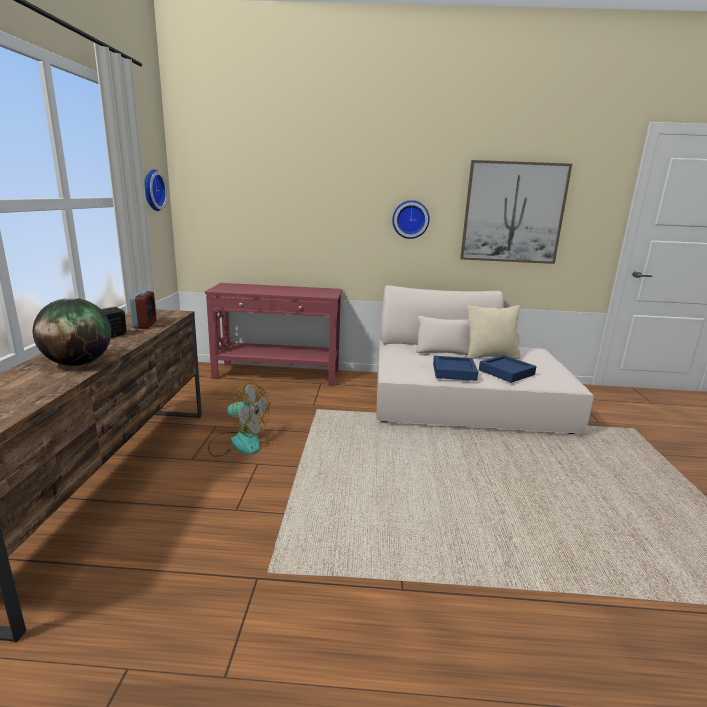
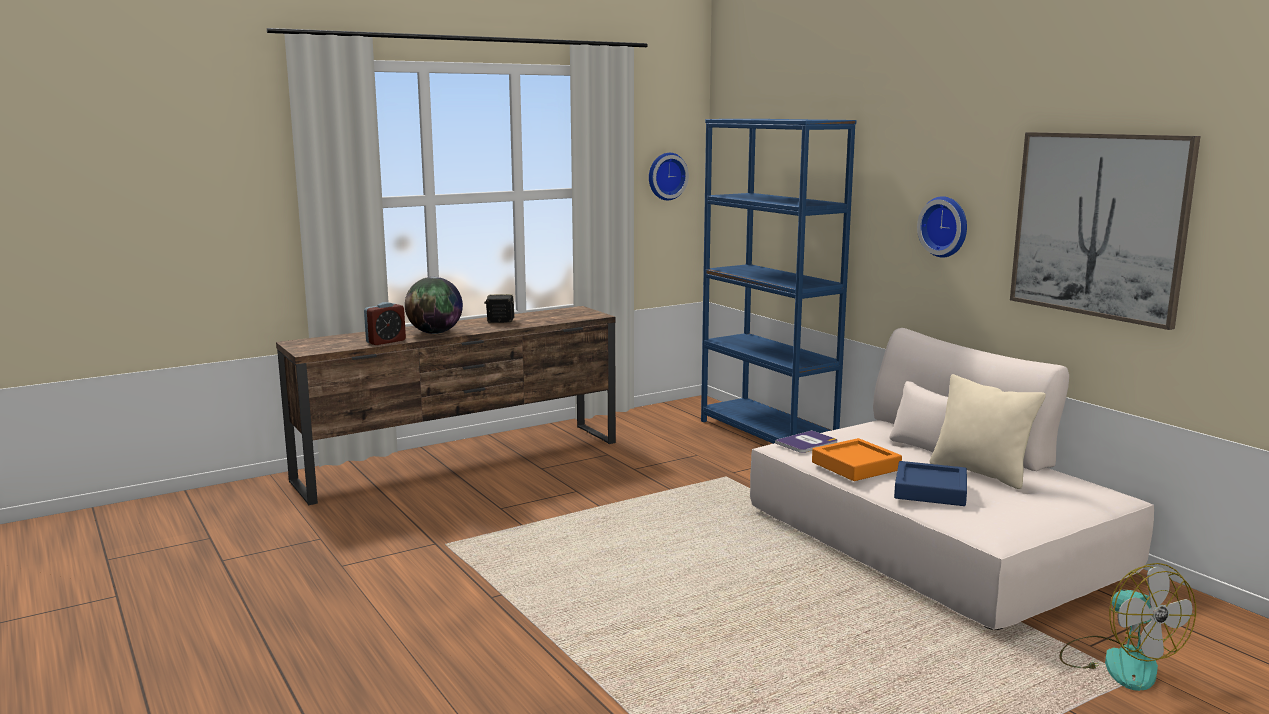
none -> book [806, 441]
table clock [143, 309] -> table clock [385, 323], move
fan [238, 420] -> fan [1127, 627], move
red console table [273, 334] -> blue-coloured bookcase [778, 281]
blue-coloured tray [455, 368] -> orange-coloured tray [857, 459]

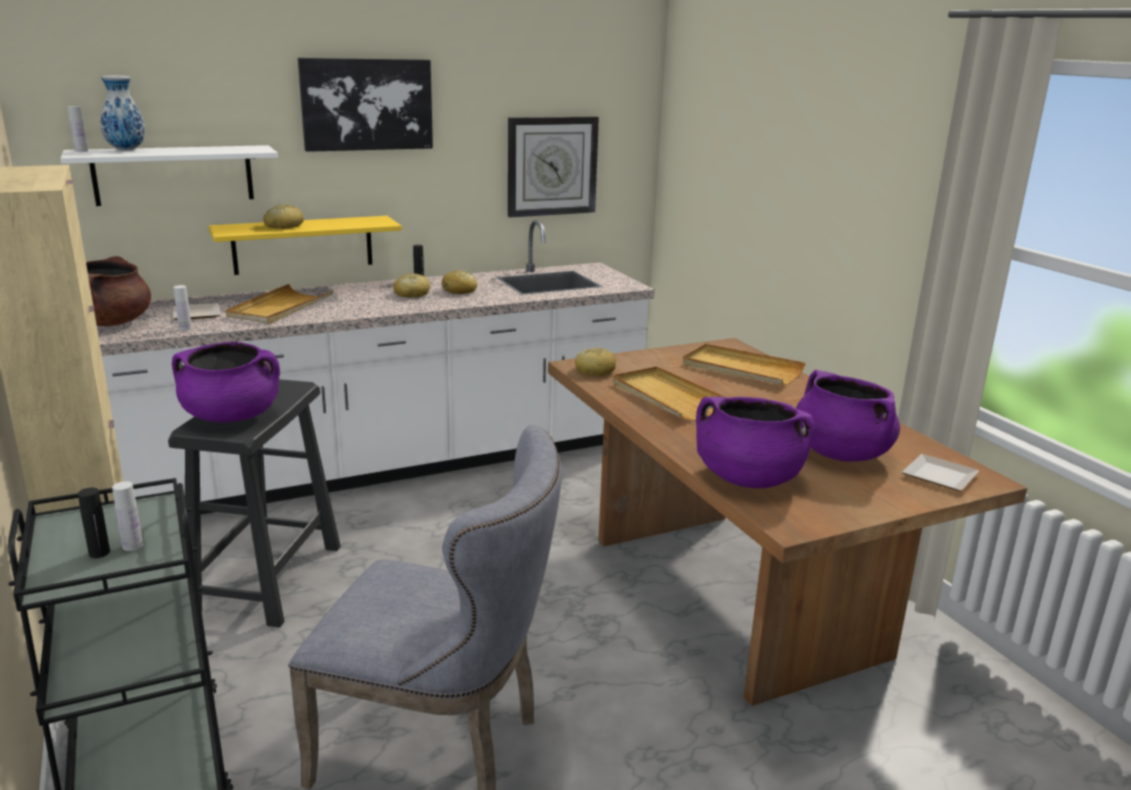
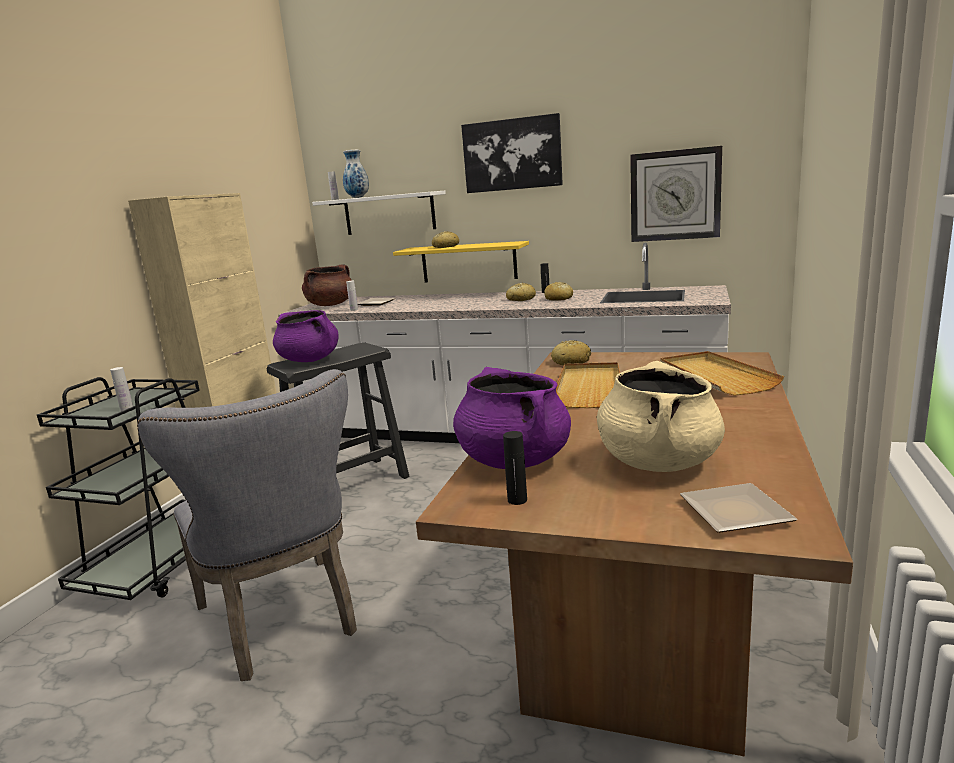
beige tray [280, 304] -> none
black drink bottle [94, 523] -> black drink bottle [515, 468], move
purple-coloured stockpot [848, 416] -> beige stockpot [661, 416]

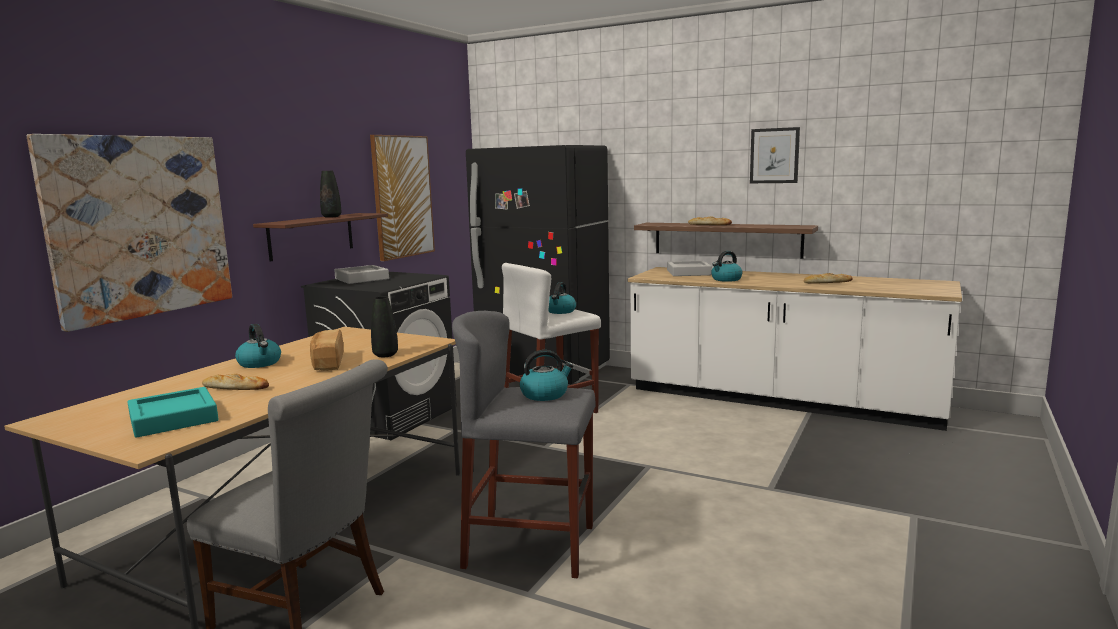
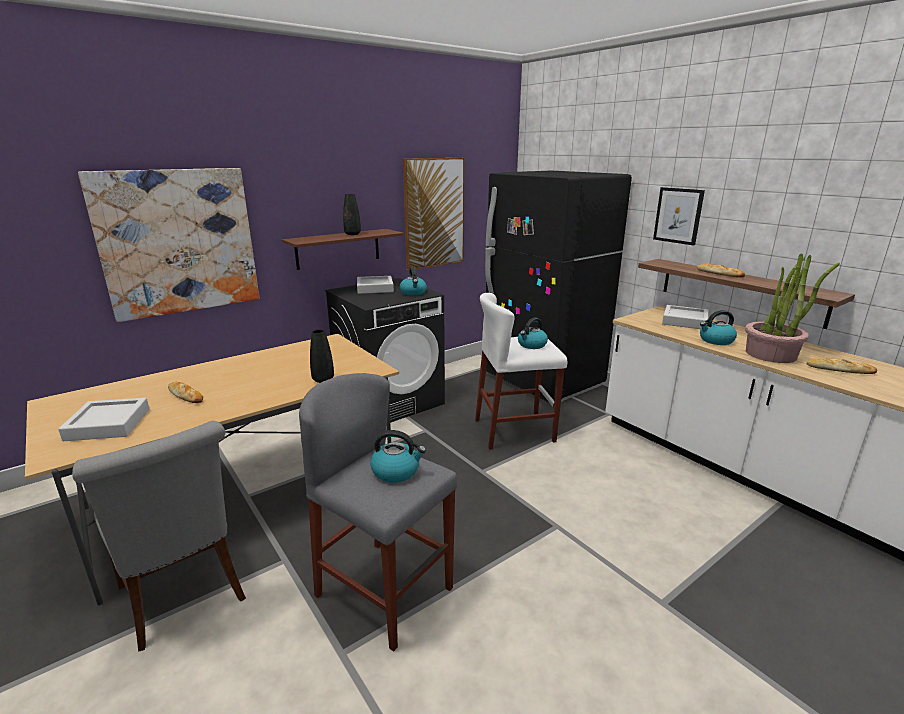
baked bread [326, 350] -> none
none -> plant in a pot [792, 308]
kettle [258, 346] -> kettle [413, 281], move
wall art [775, 155] -> wall art [679, 216], move
turquoise tray [172, 412] -> greyish tray [103, 419]

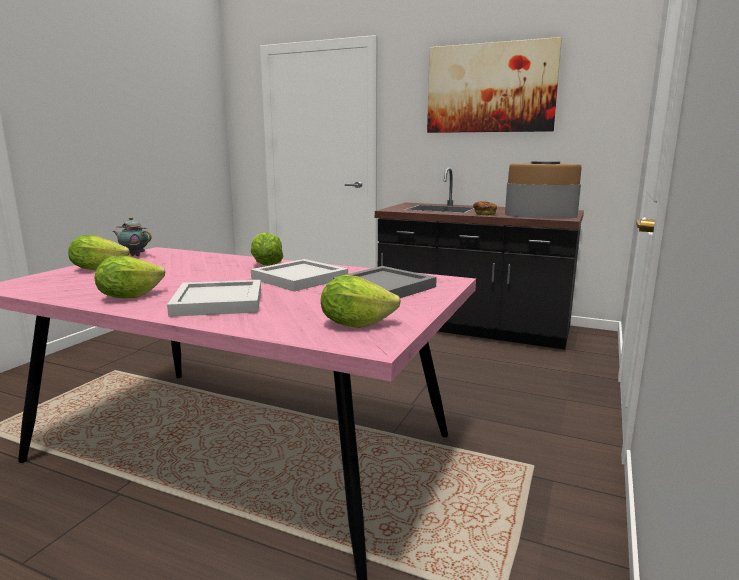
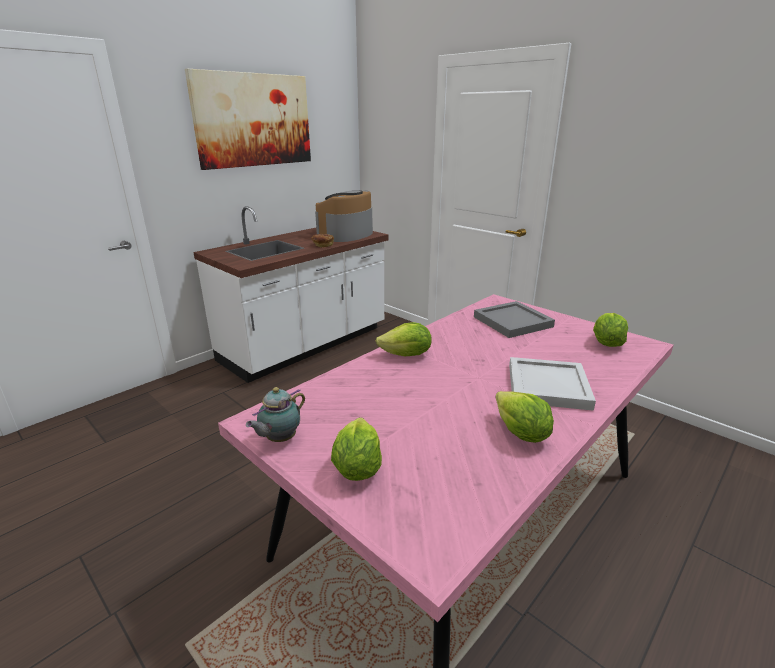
white tray [299, 275] -> none
black kitchen counter [479, 258] -> white kitchen counter [290, 294]

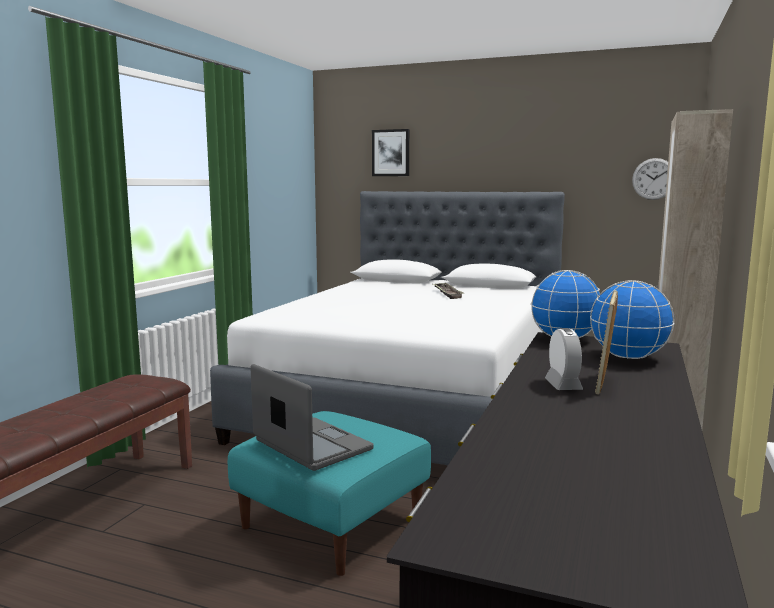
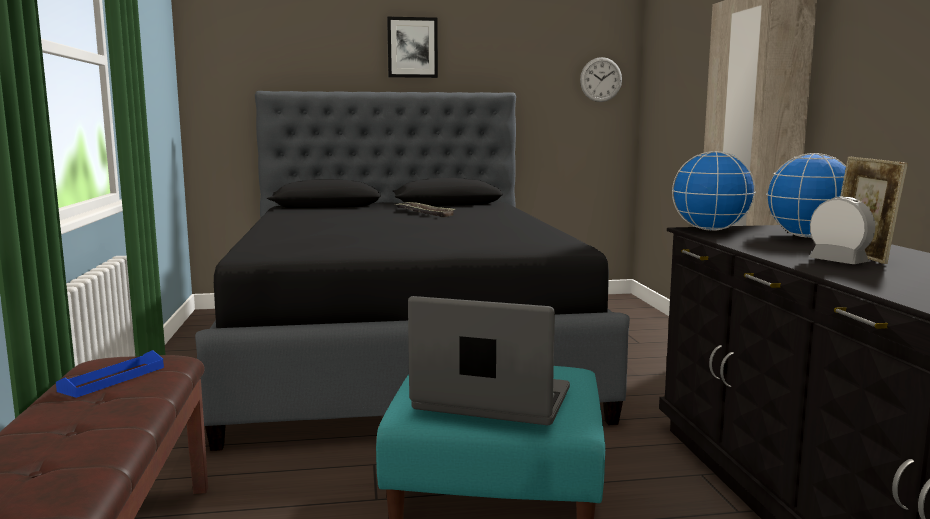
none -> blue-coloured tray [110, 374]
wall art [390, 152] -> wall art [412, 47], move
white bed [387, 328] -> black bed [412, 271]

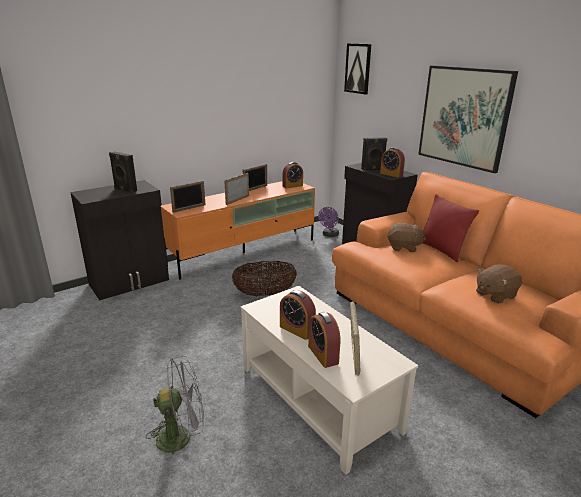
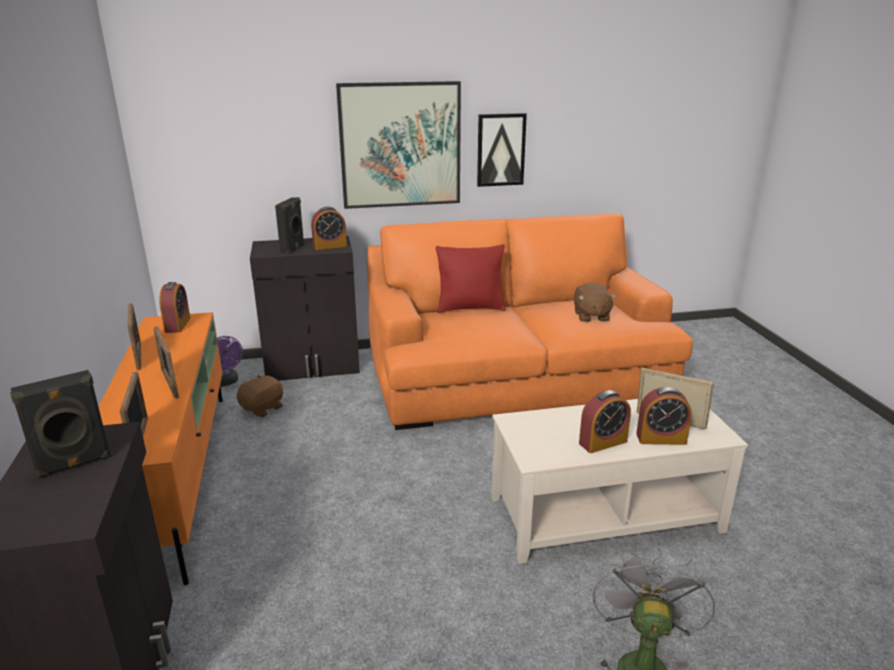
household basket [264, 278] -> none
wall art [357, 69] -> wall art [502, 150], move
brown plush toy [406, 237] -> brown plush toy [260, 396], move

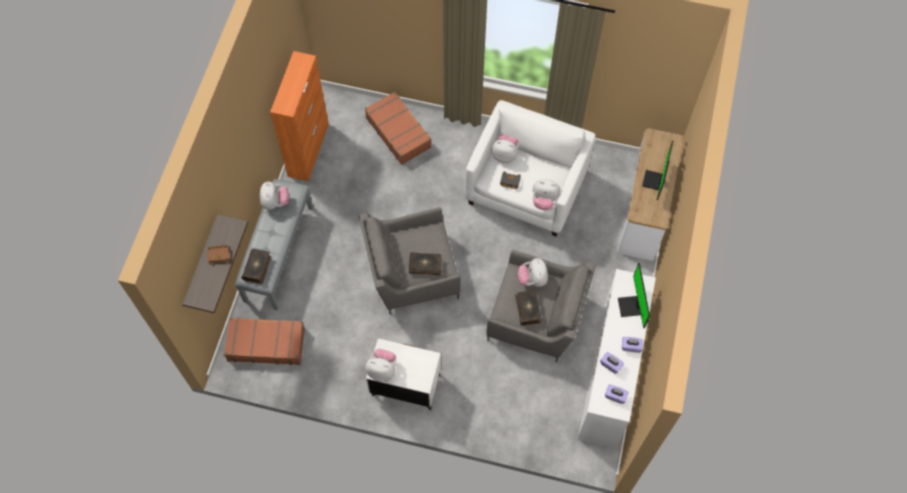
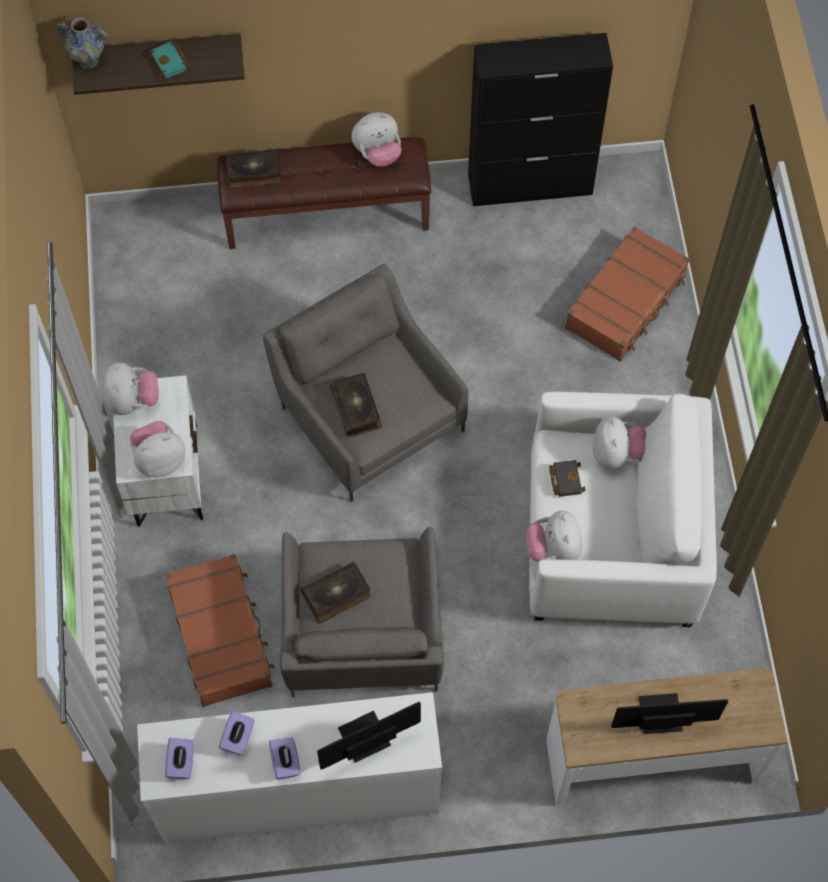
none -> decorative vase [83, 42]
brown suitcase [264, 341] -> brown suitcase [220, 630], move
plush toy [533, 272] -> plush toy [157, 449], move
brown book [218, 255] -> turquoise book [169, 60]
greyish indoor bench [274, 244] -> brown indoor bench [324, 193]
orange-coloured storage cabinet [299, 116] -> black storage cabinet [540, 119]

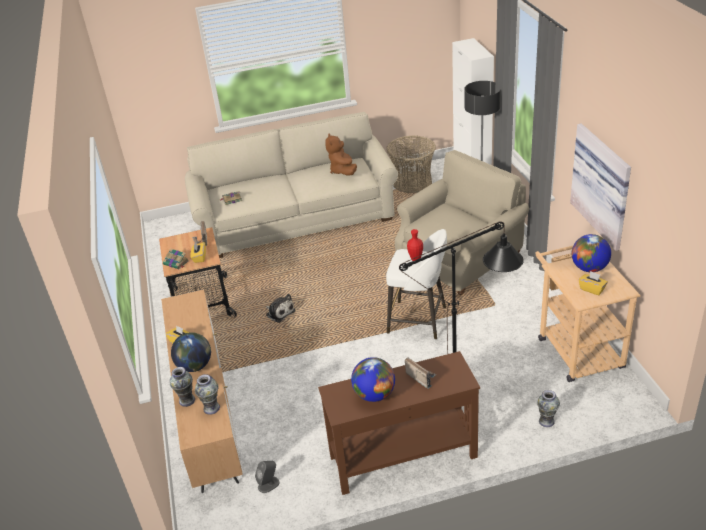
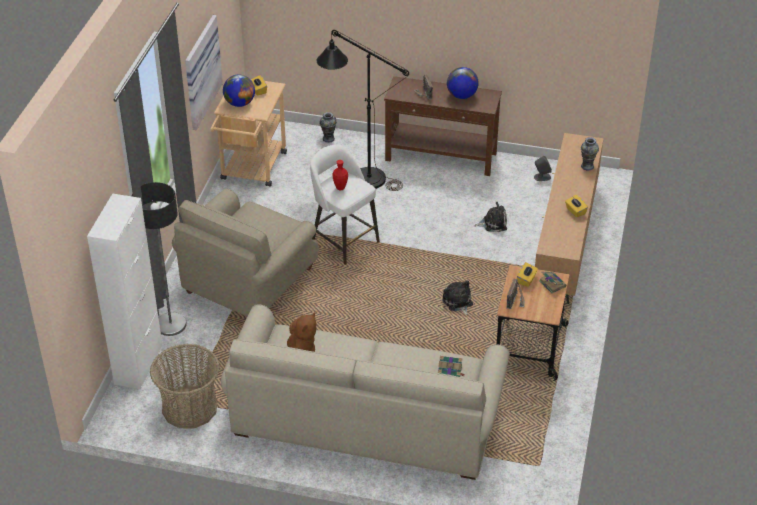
globe [191, 352] -> none
decorative vase [207, 394] -> none
none -> plush toy [490, 217]
beige armchair [462, 222] -> beige armchair [245, 252], 45 degrees counterclockwise

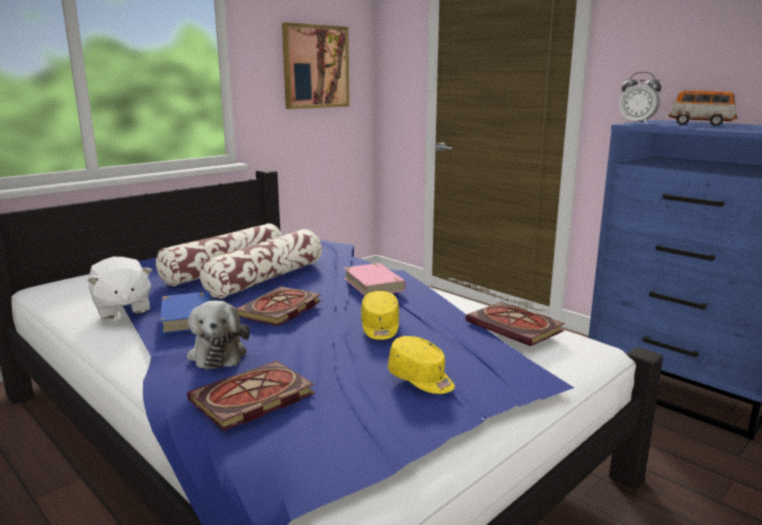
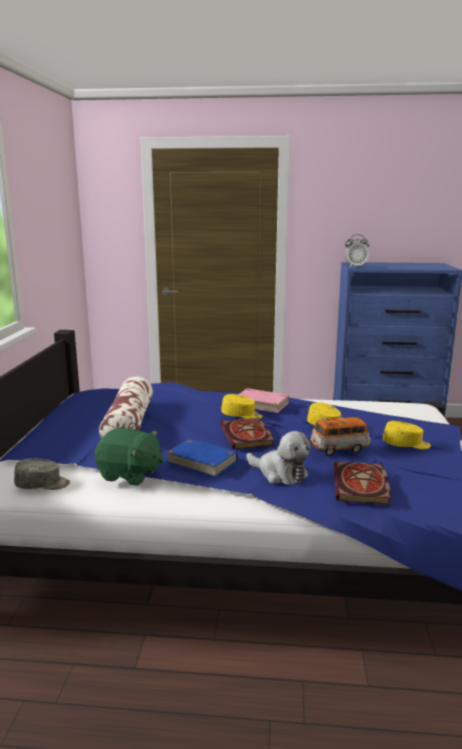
pillow [261, 264] -> none
wall art [316, 65] -> none
book [515, 324] -> none
none -> greyish baseball cap [42, 474]
none -> yellowish baseball cap [241, 406]
toy car [703, 107] -> toy car [340, 436], move
white plush toy [120, 288] -> greenish plush toy [129, 457]

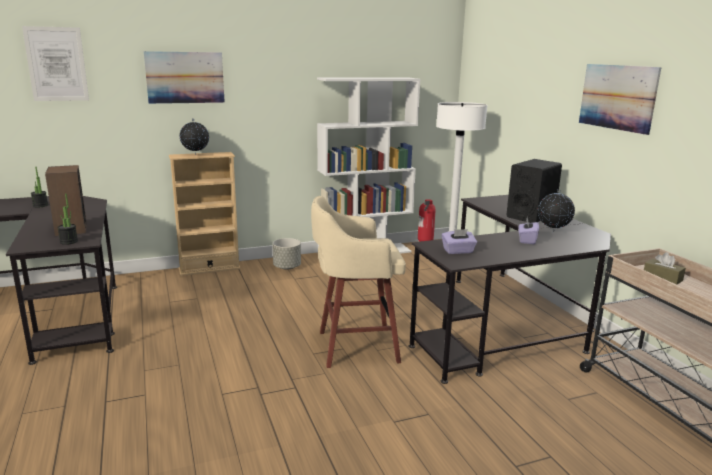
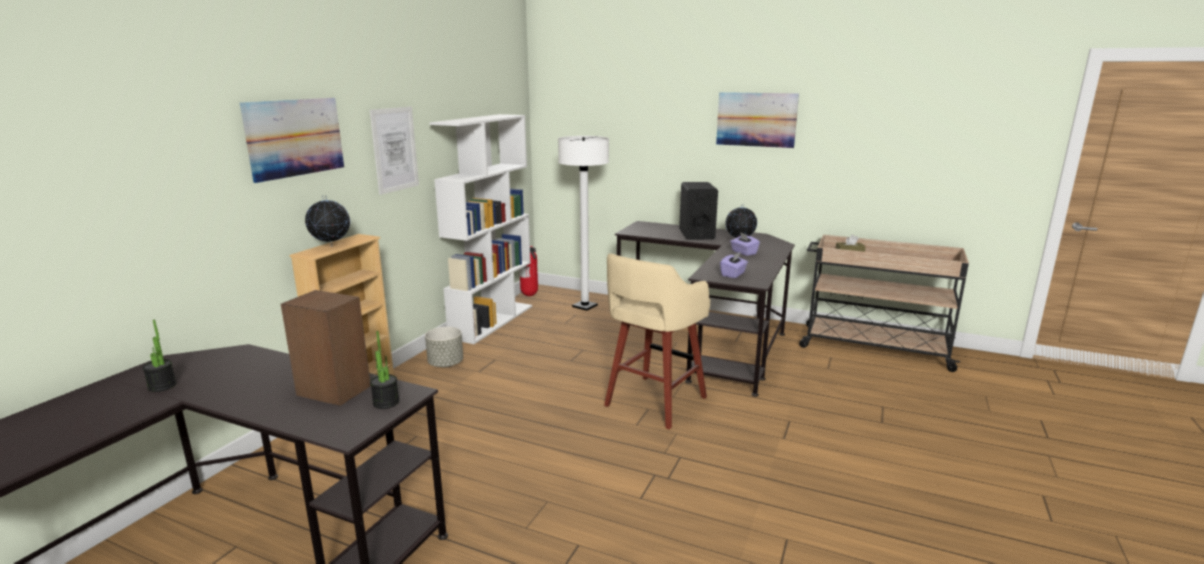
wall art [55, 63] -> wall art [394, 151], move

